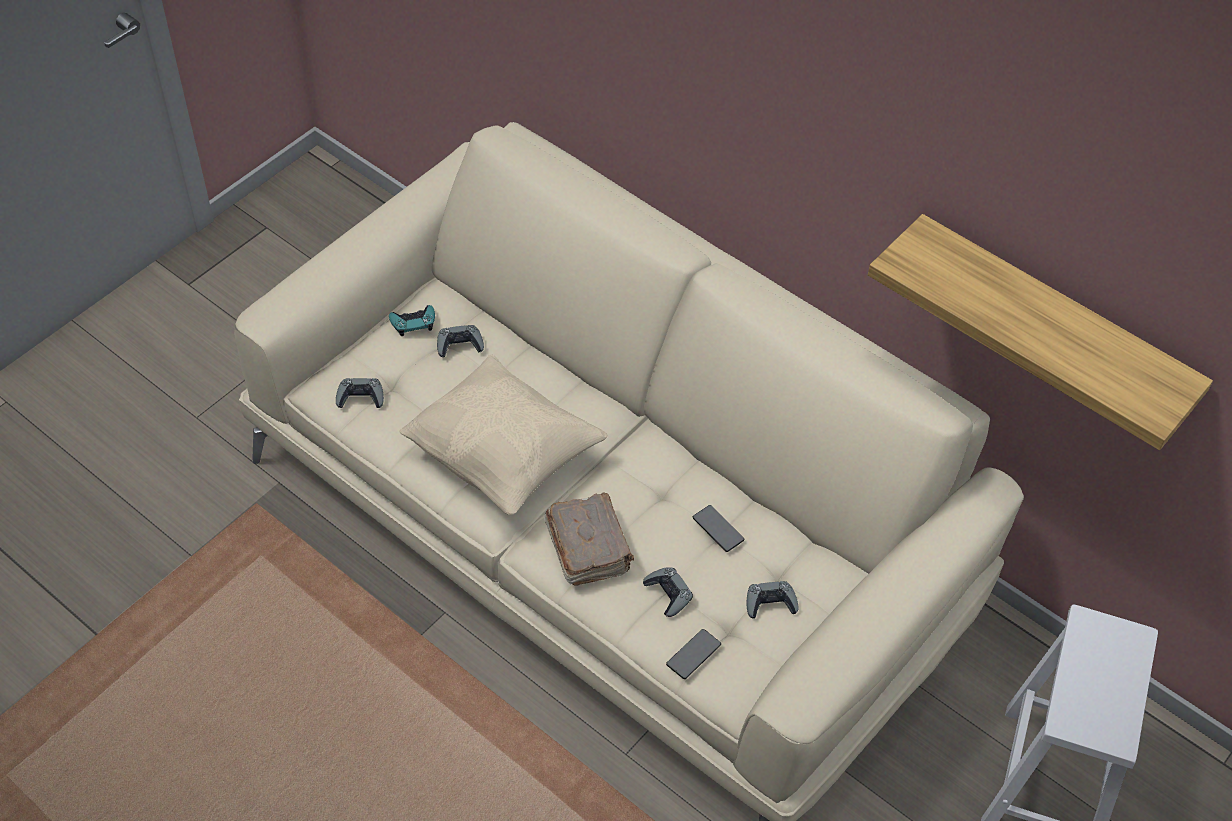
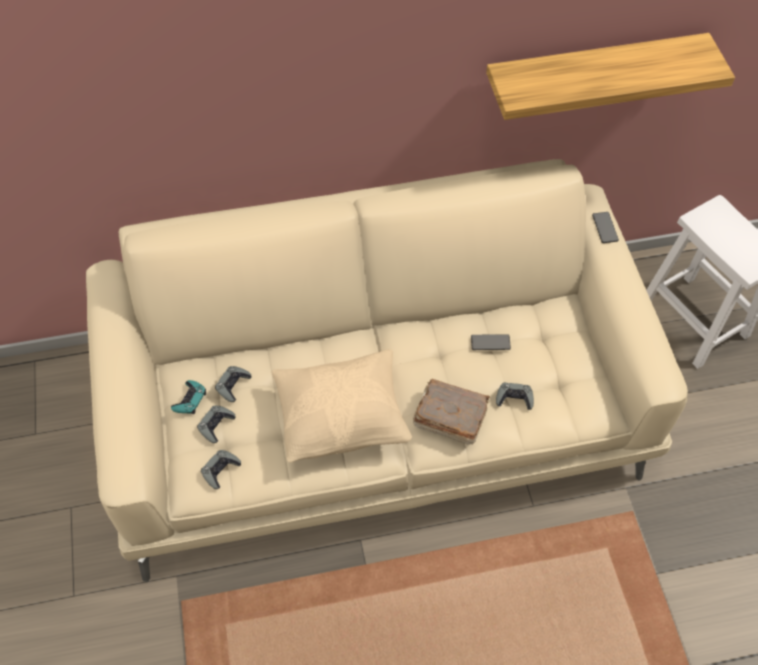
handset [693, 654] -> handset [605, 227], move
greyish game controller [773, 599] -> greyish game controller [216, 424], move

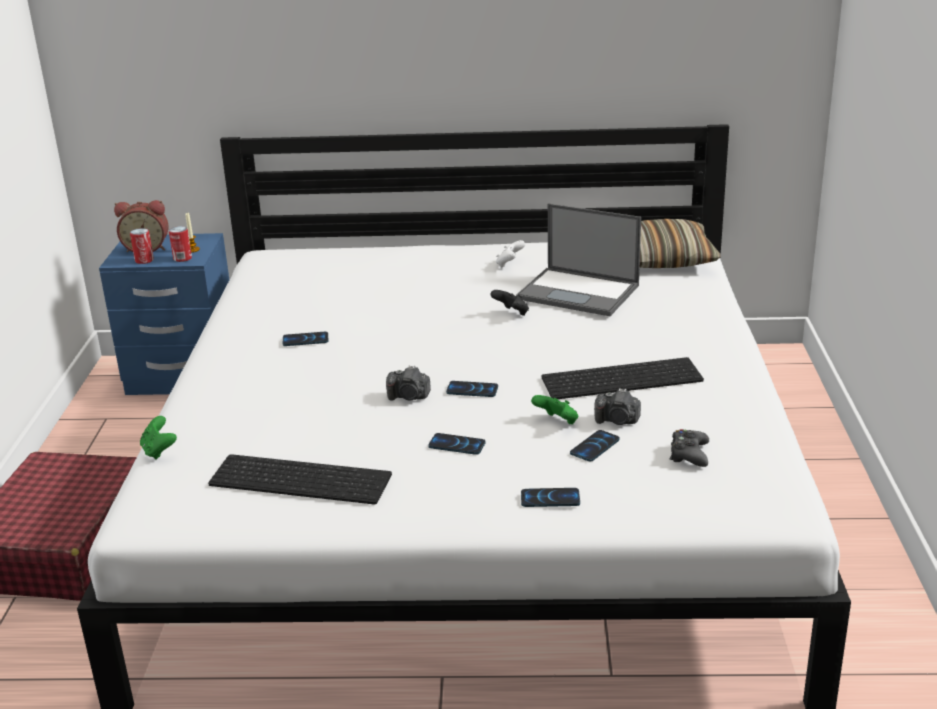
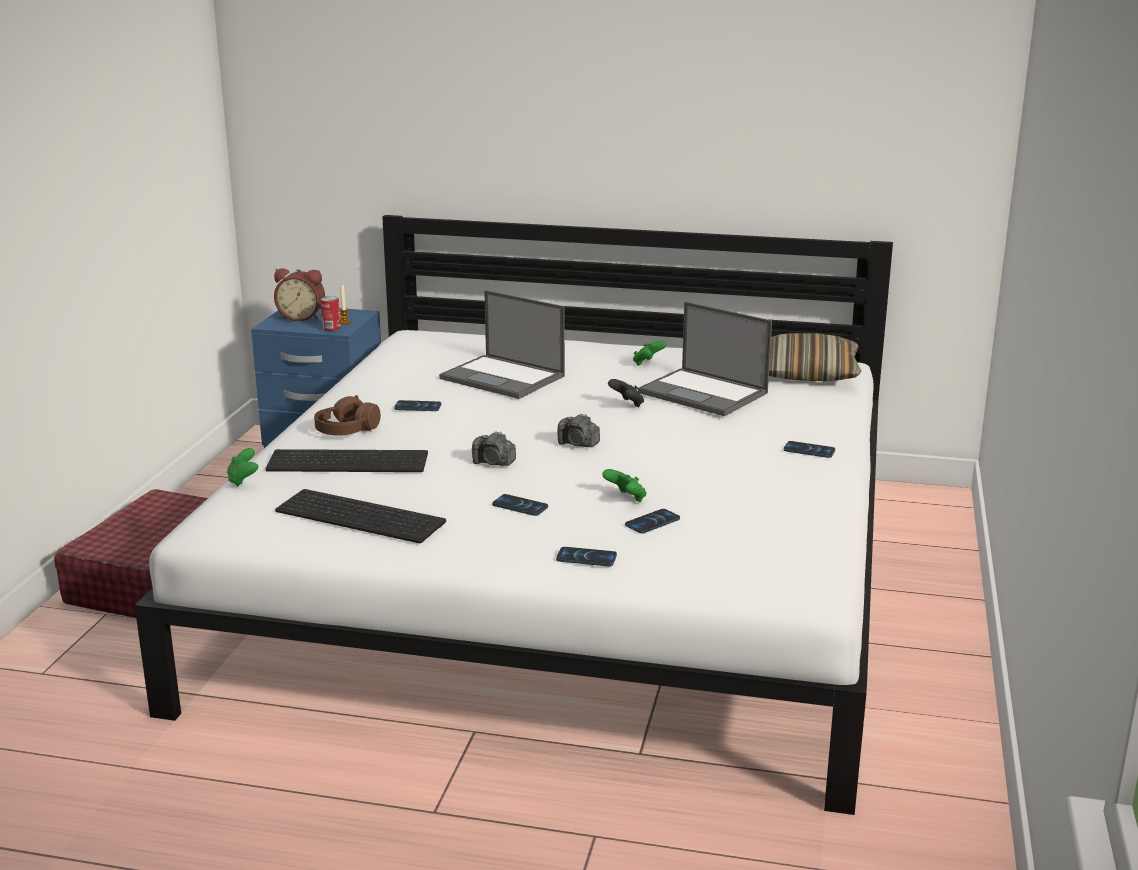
can [142, 246] -> none
black game controller [689, 448] -> none
none -> brown headset [347, 415]
none -> laptop [502, 344]
handset [472, 389] -> handset [809, 449], move
PC keyboard [622, 378] -> PC keyboard [347, 460], move
still camera [617, 406] -> still camera [578, 430], move
white game controller [510, 254] -> greenish game controller [649, 353]

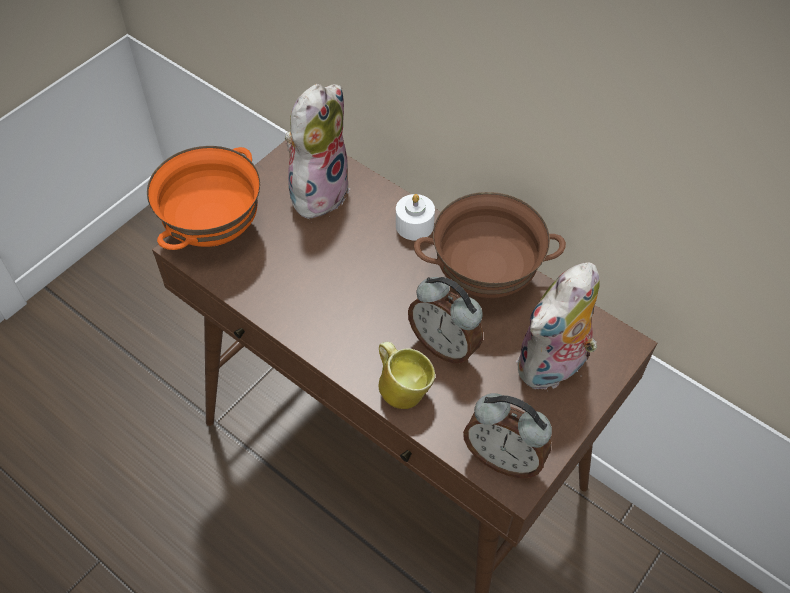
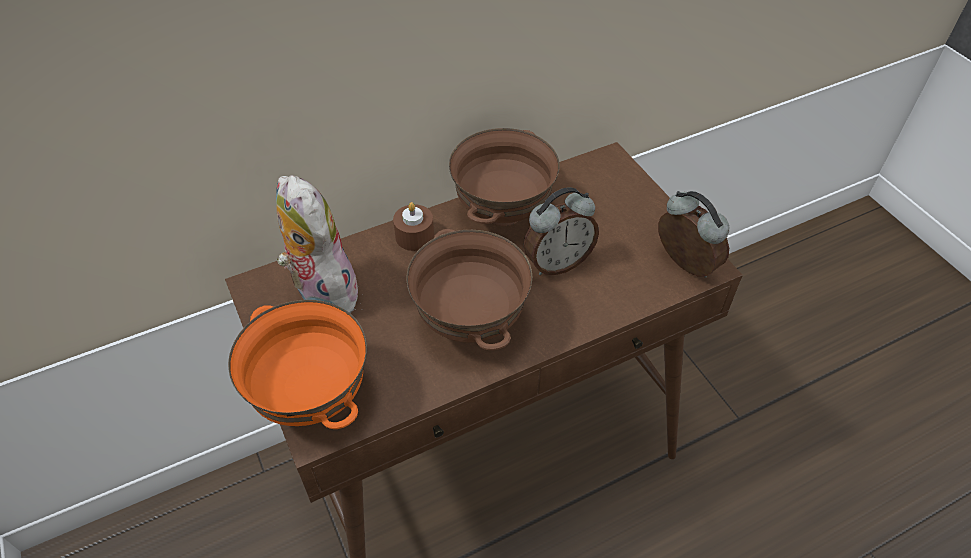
mug [406, 375] -> none
plush toy [558, 326] -> none
none -> brown deep dish [469, 289]
white candle [415, 217] -> brown candle [413, 226]
table clock [507, 435] -> table clock [693, 234], 90 degrees counterclockwise

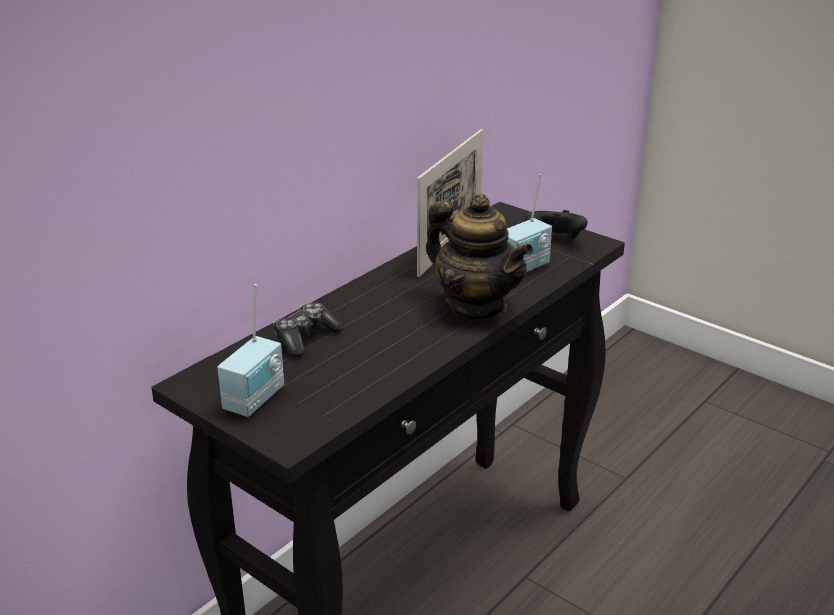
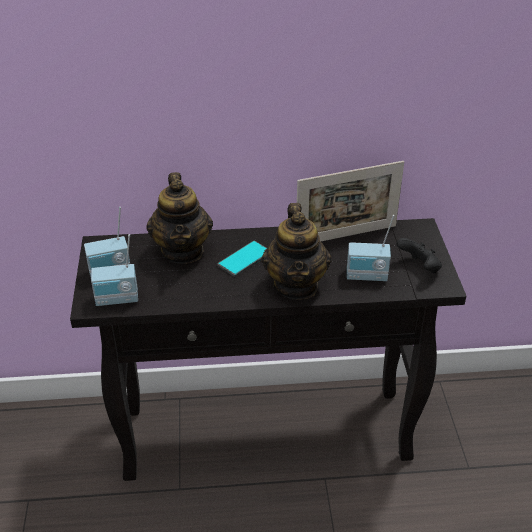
none -> radio [114, 270]
none -> handset [242, 259]
game controller [308, 329] -> teapot [179, 218]

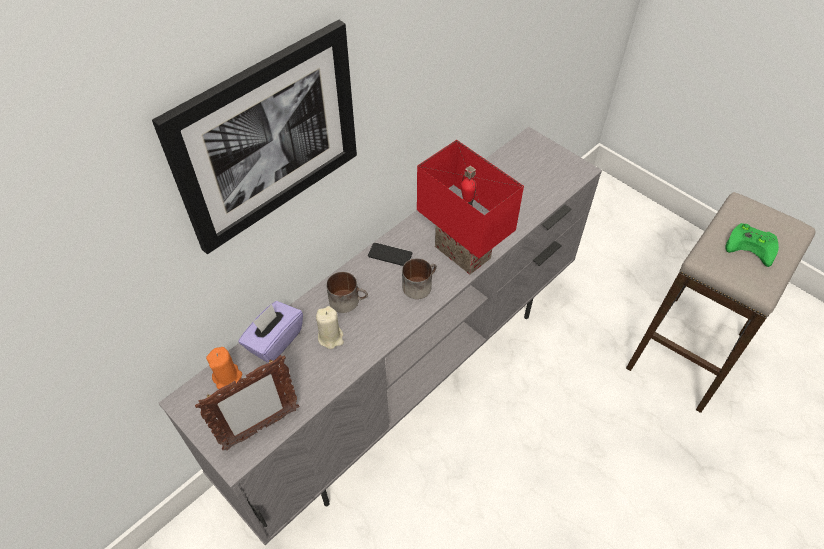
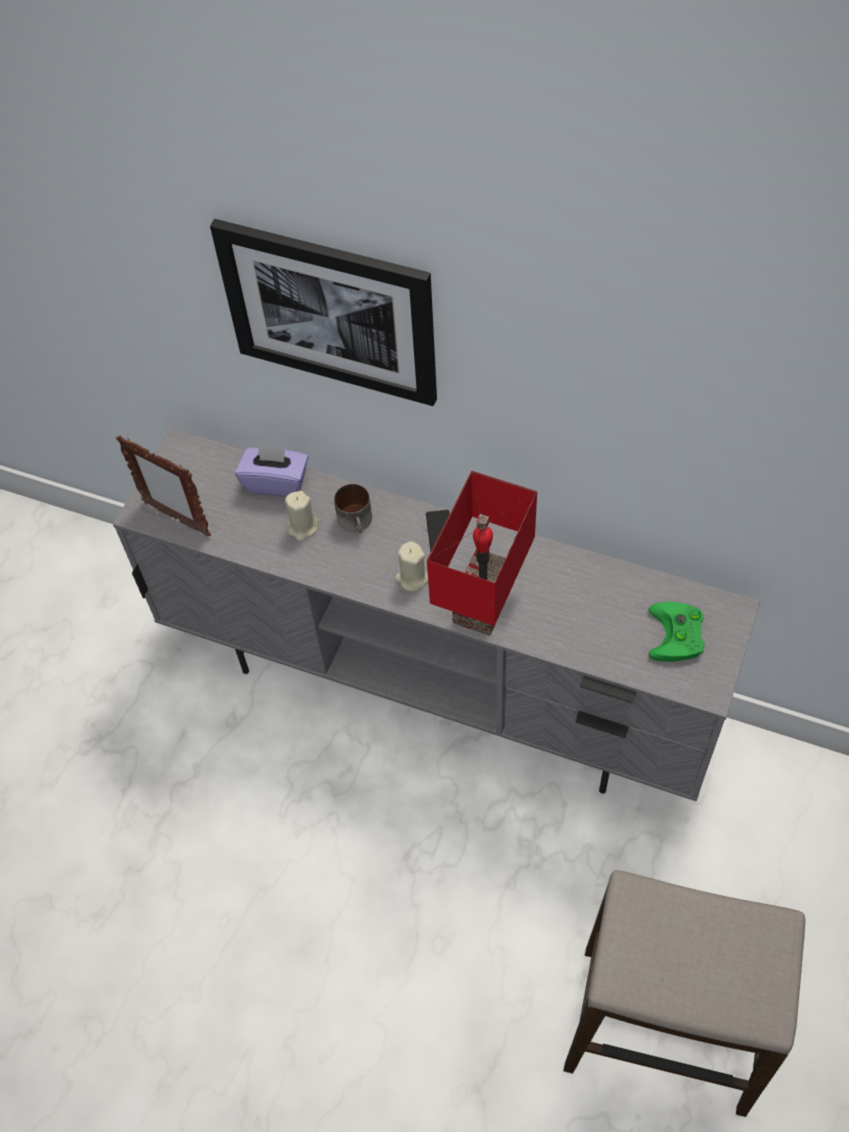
orange-coloured candle [224, 368] -> none
greenish game controller [752, 245] -> greenish game controller [676, 632], move
mug [419, 278] -> beige candle [411, 566]

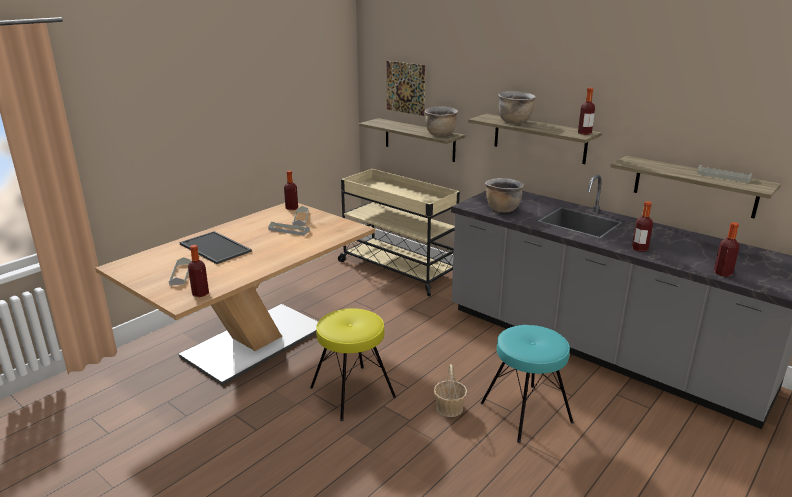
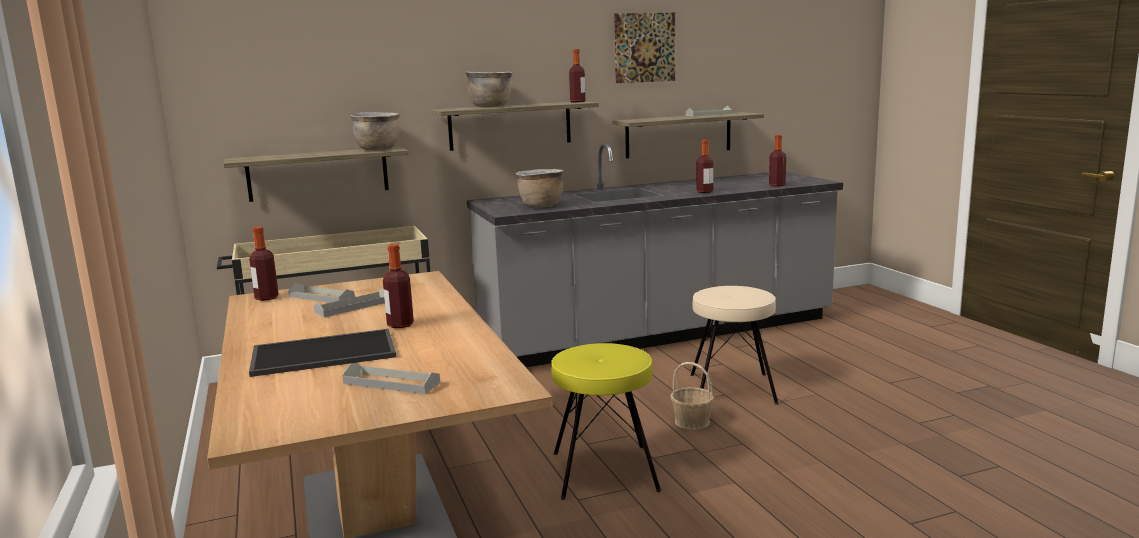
drink bottle [198, 271] -> drink bottle [398, 286], move
wall art [406, 88] -> wall art [644, 48], move
turquoise sitting stool [527, 384] -> beige sitting stool [734, 345]

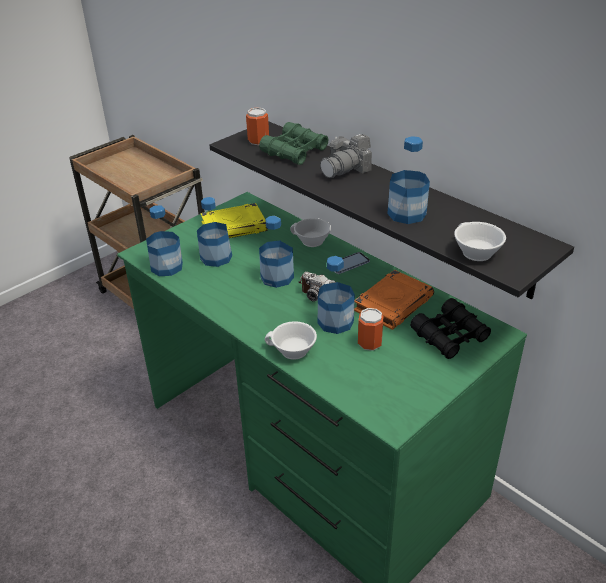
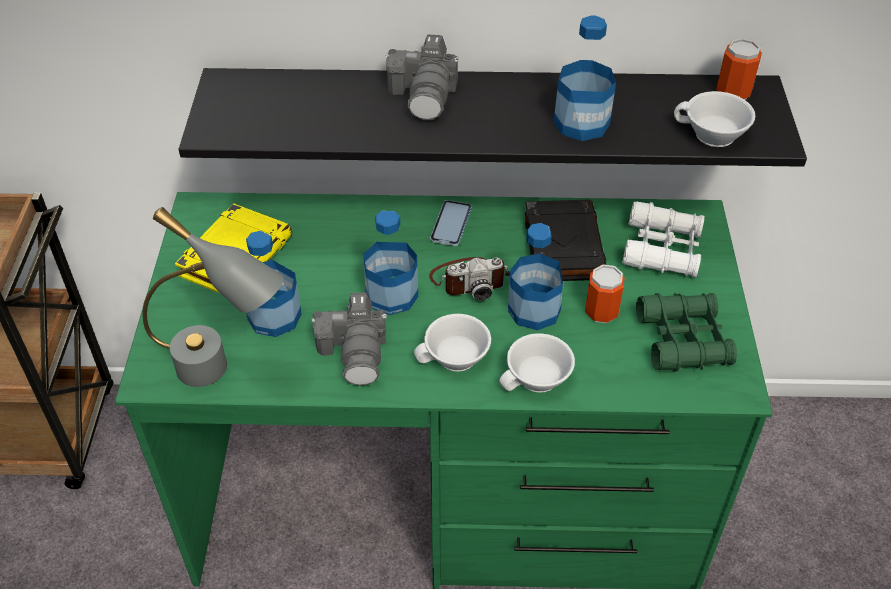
none -> still camera [349, 339]
can [257, 126] -> can [739, 69], move
greenish binoculars [293, 143] -> greenish binoculars [686, 332], move
white drinking cup [310, 232] -> white drinking cup [452, 343], move
drink bottle [164, 240] -> greyish lamp for a table [212, 297]
orange-coloured book [394, 300] -> black book [565, 240]
black binoculars [450, 328] -> white binoculars [663, 239]

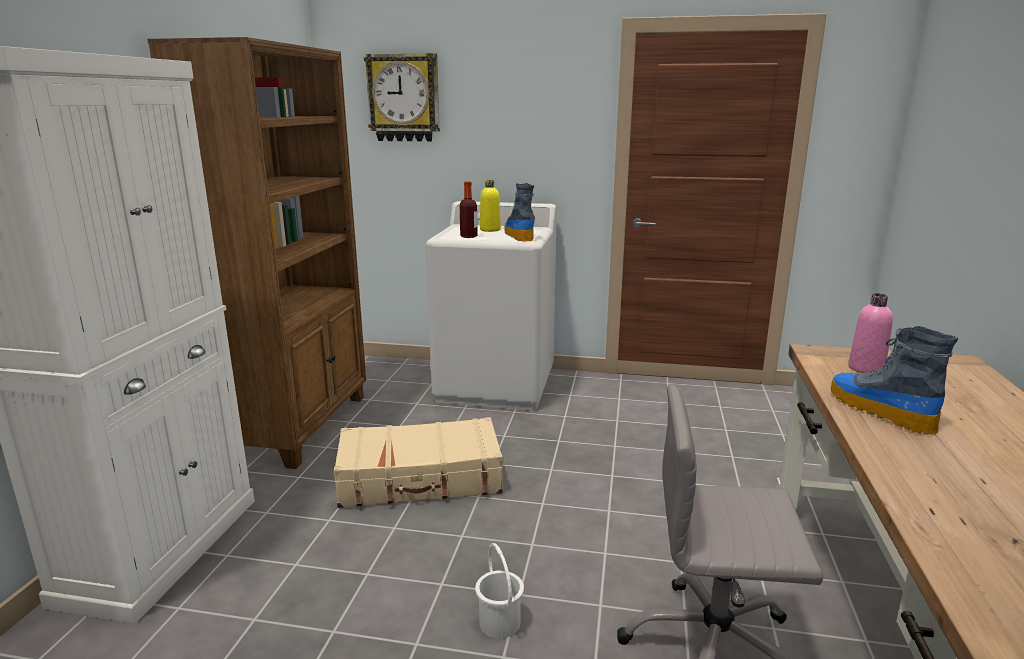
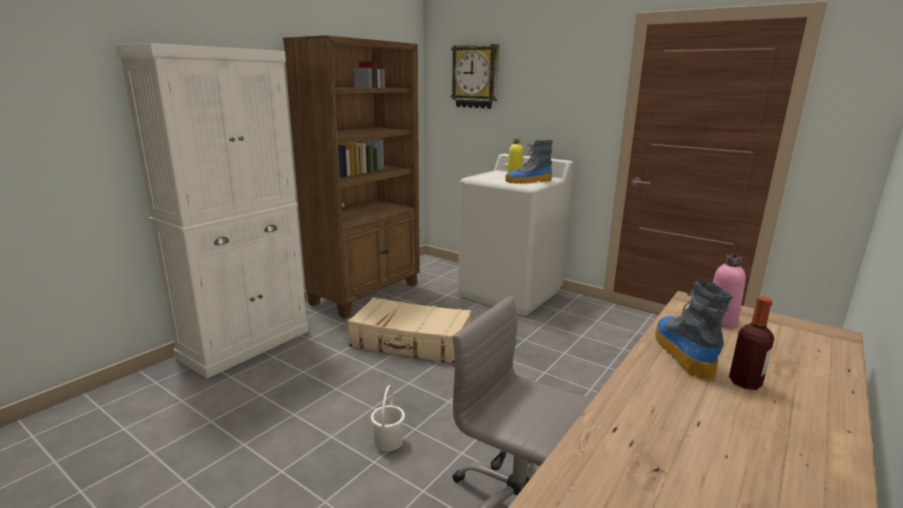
drink bottle [468, 209] -> drink bottle [751, 343], move
tall boot [519, 212] -> tall boot [529, 162], 120 degrees counterclockwise

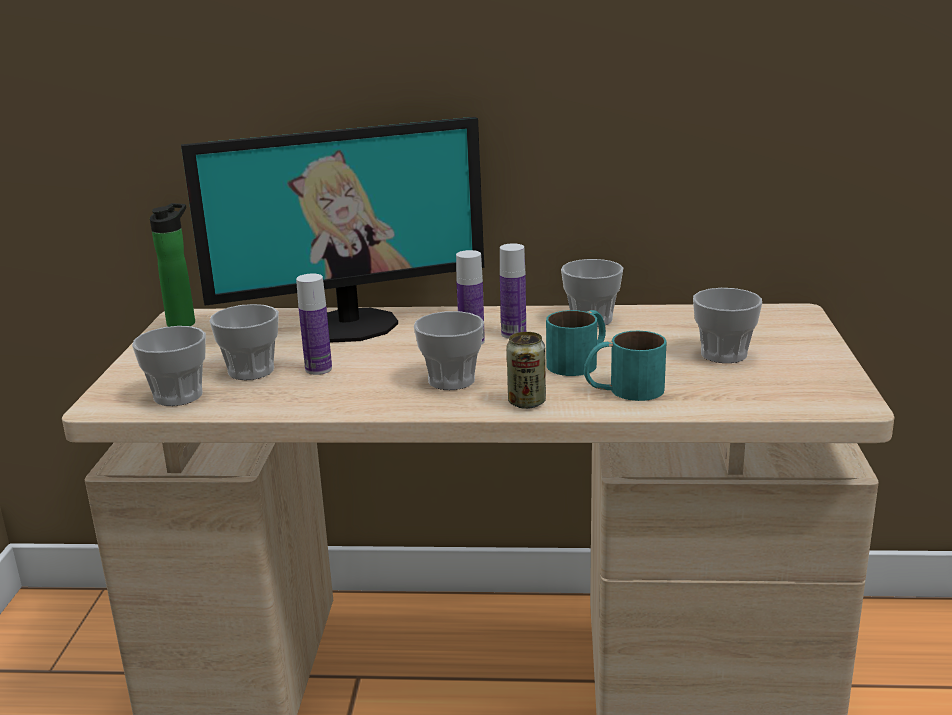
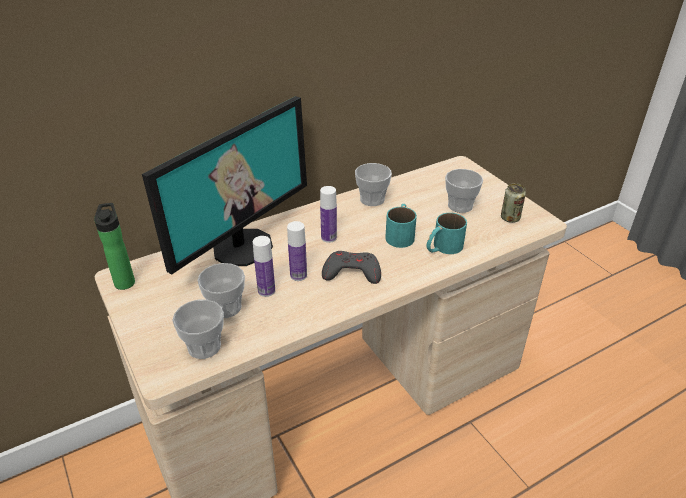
drink bottle [513, 290] -> drink bottle [297, 251], move
can [526, 370] -> can [513, 203], move
drinking cup [449, 350] -> greyish game controller [351, 267]

